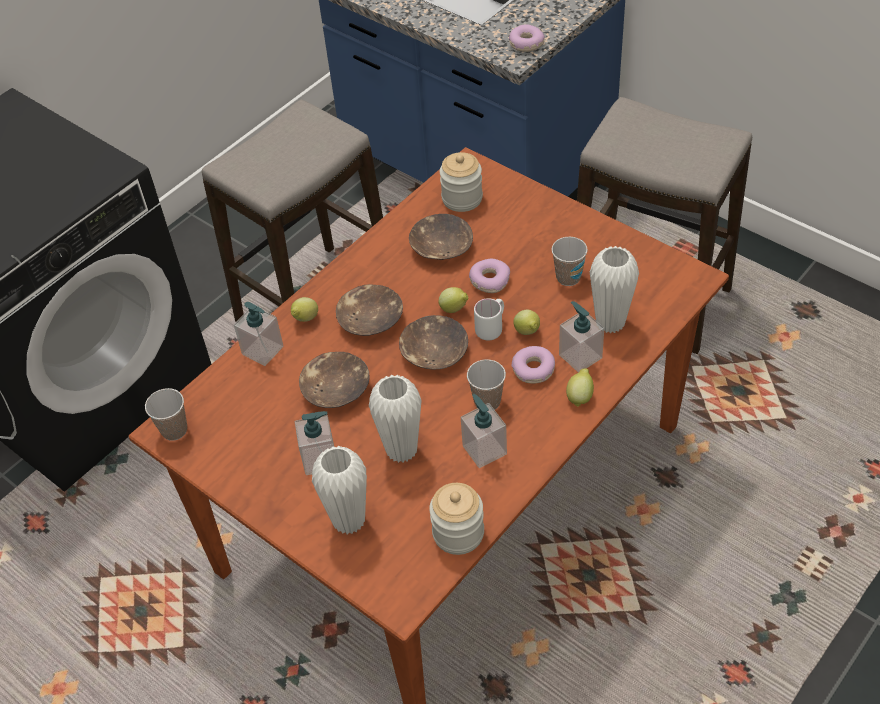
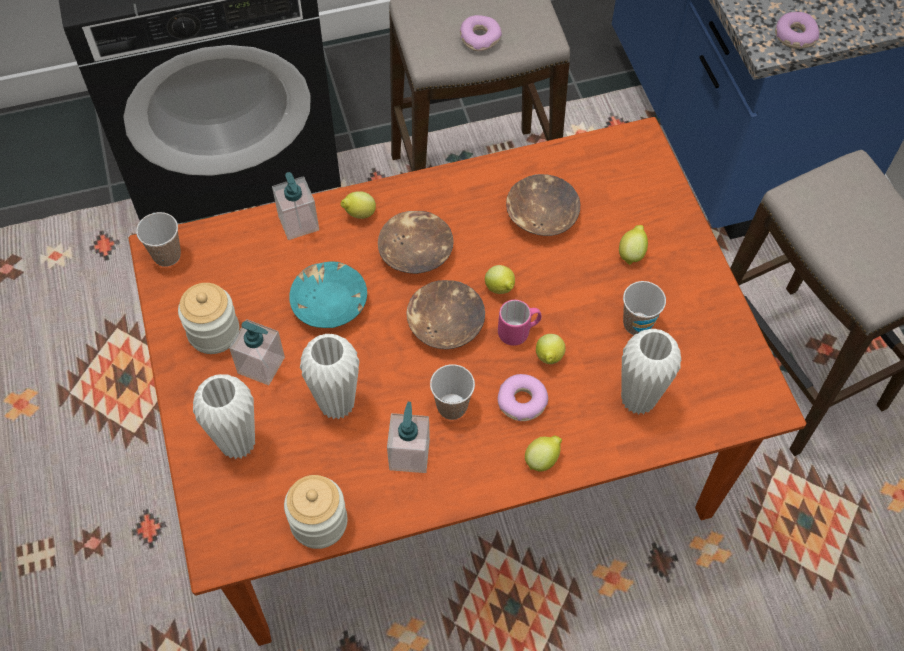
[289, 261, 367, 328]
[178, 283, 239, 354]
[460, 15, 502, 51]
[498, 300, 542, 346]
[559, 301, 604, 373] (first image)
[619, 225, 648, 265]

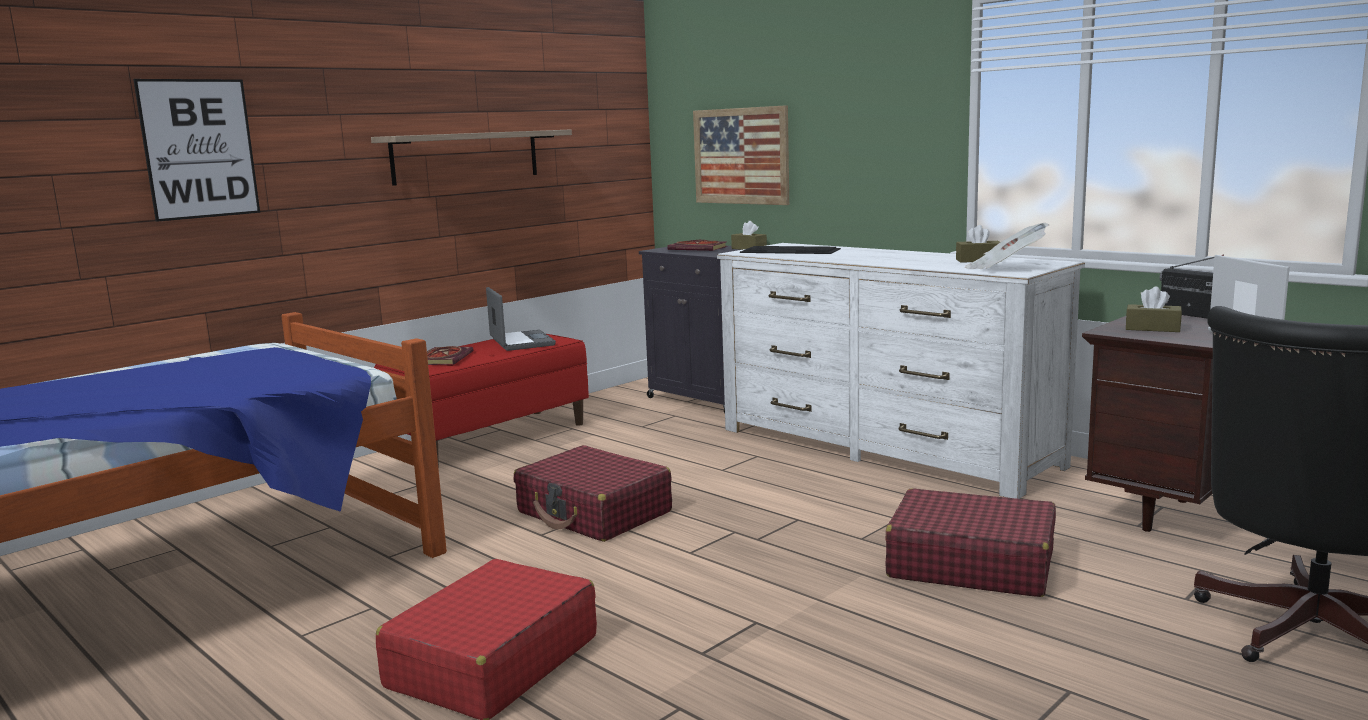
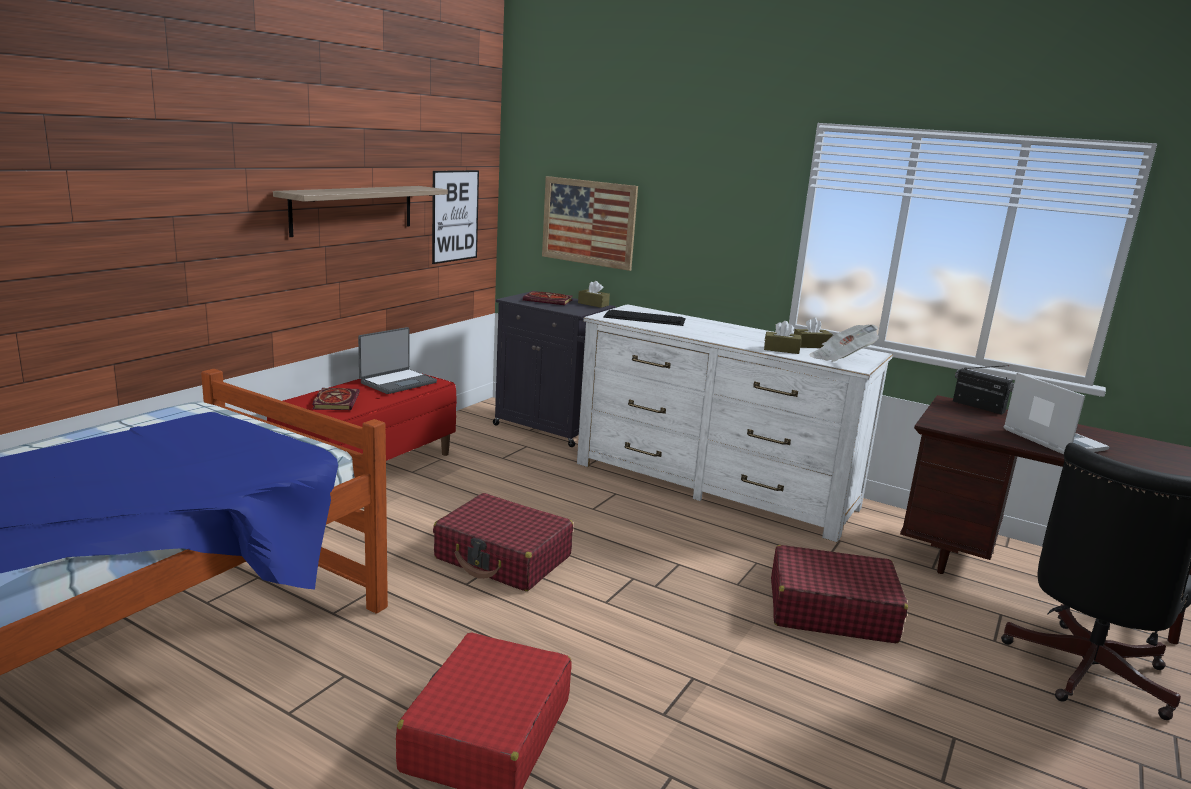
[432, 170, 479, 264]
[358, 327, 437, 394]
[764, 321, 801, 354]

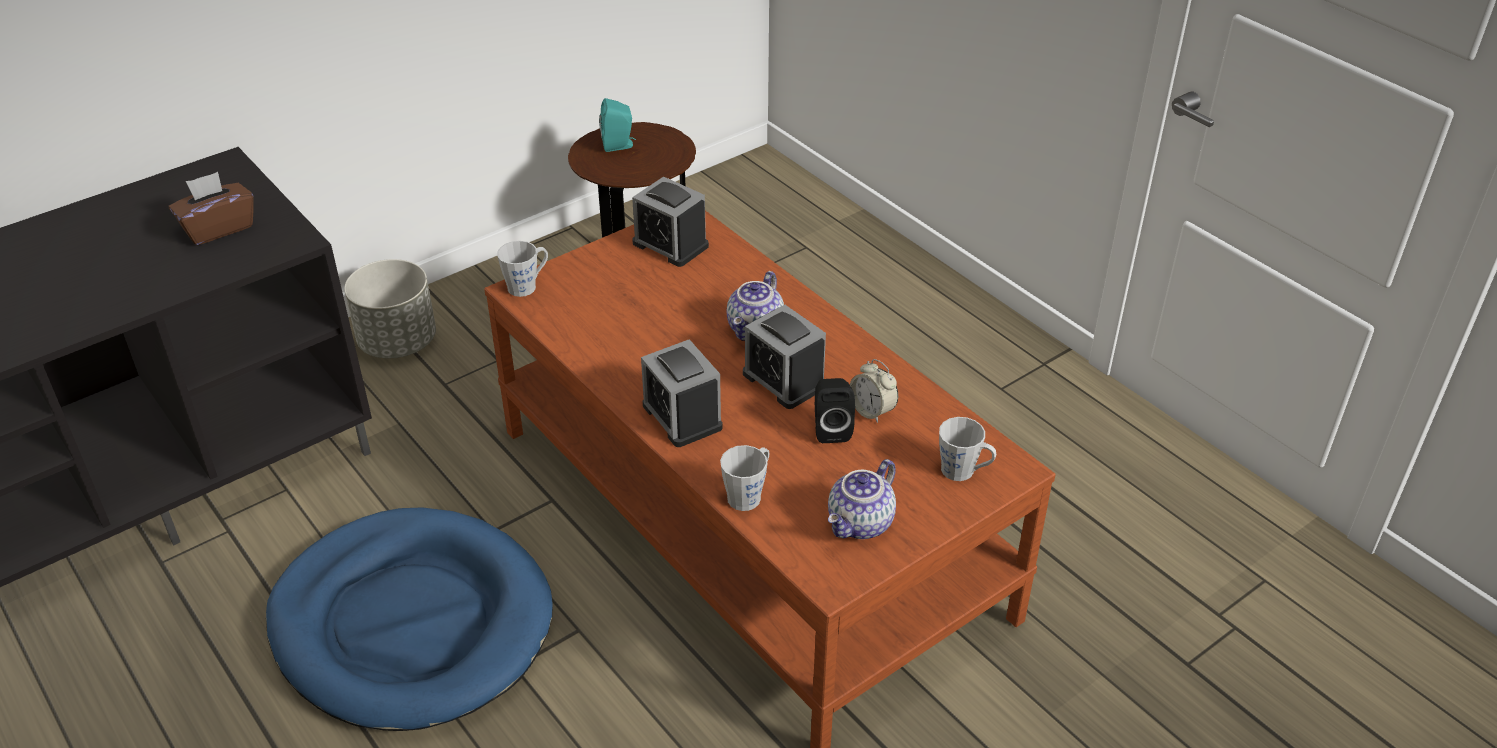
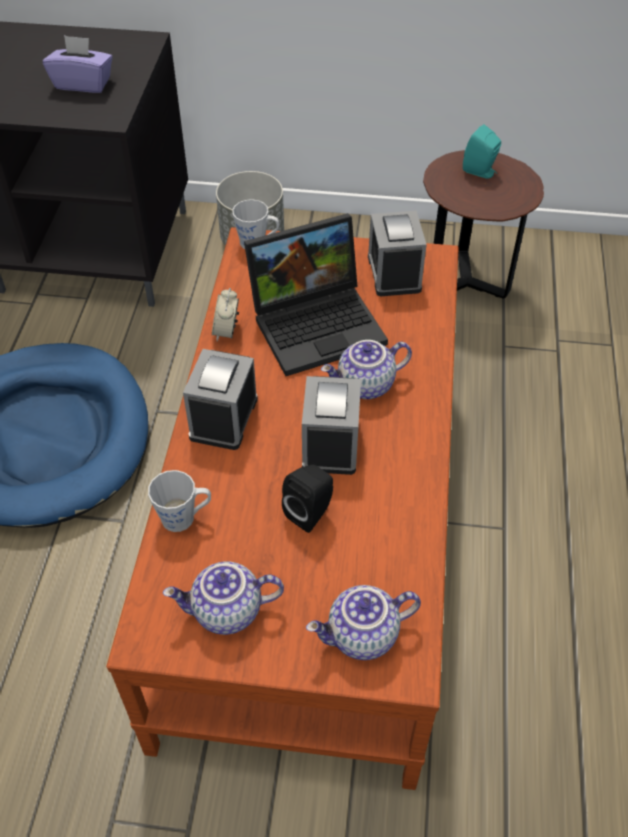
[42, 35, 113, 93]
[212, 288, 239, 341]
[306, 585, 421, 660]
[244, 213, 388, 376]

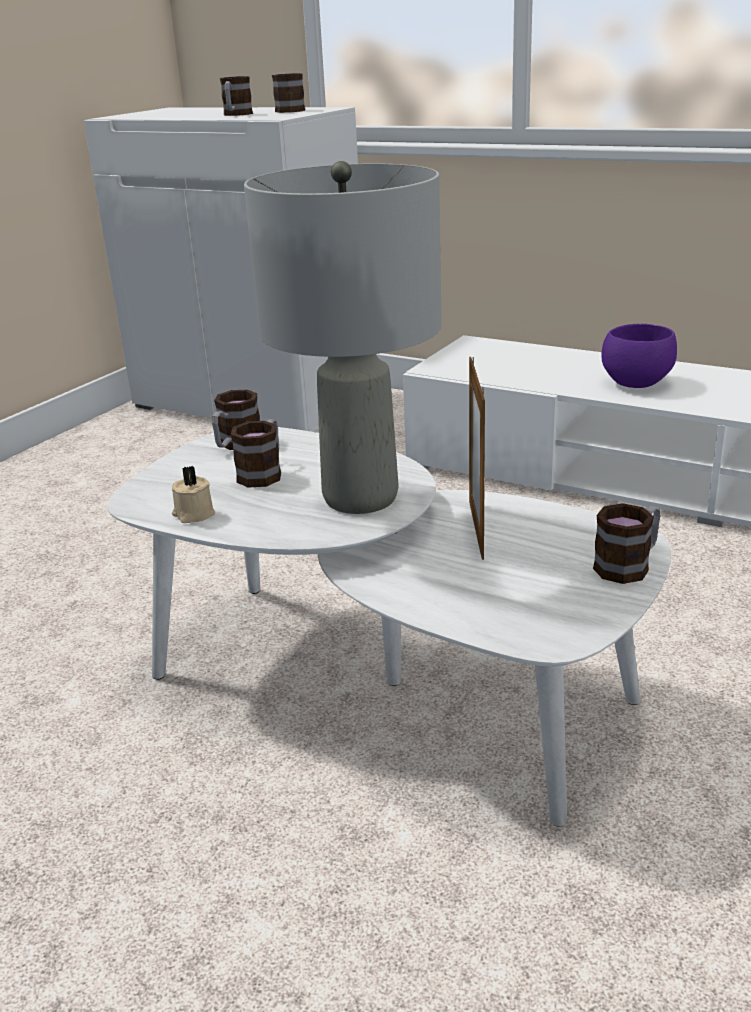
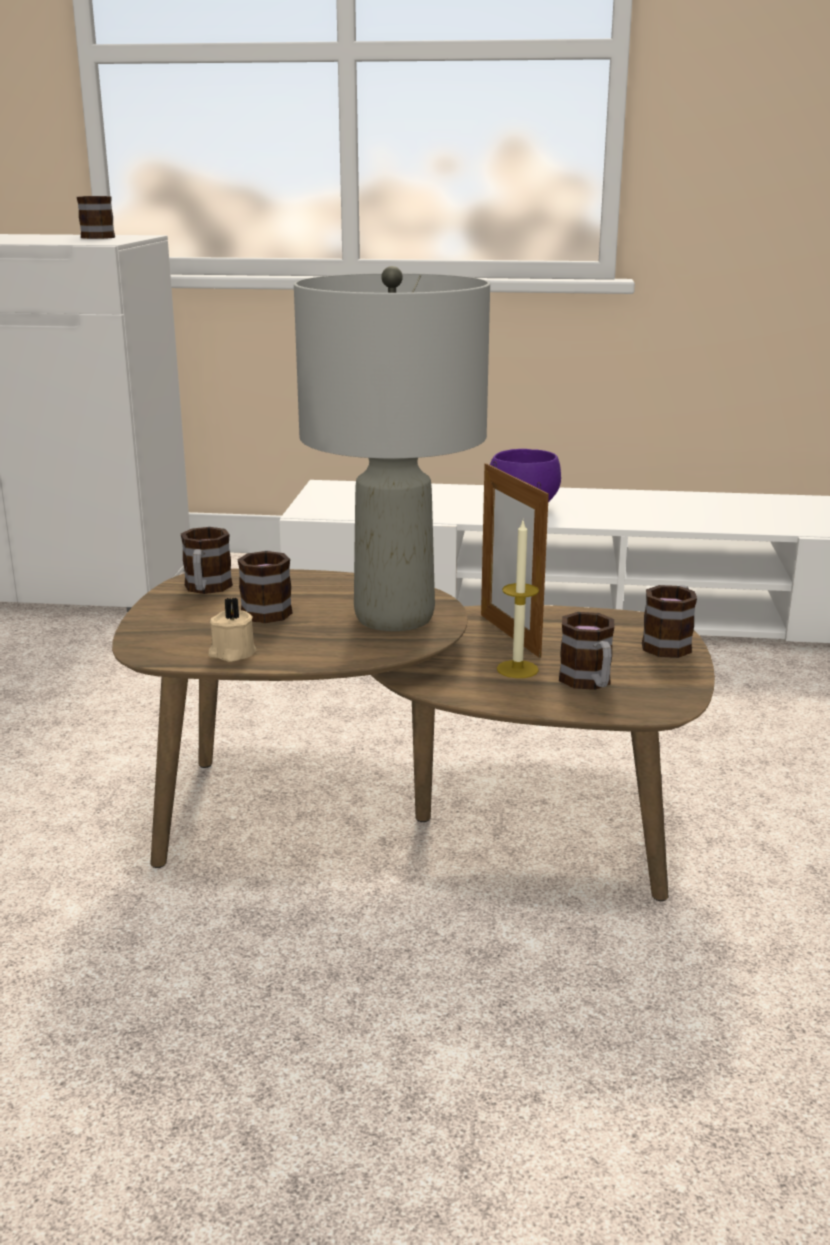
[112, 569, 715, 901]
[559, 612, 615, 690]
[497, 521, 539, 678]

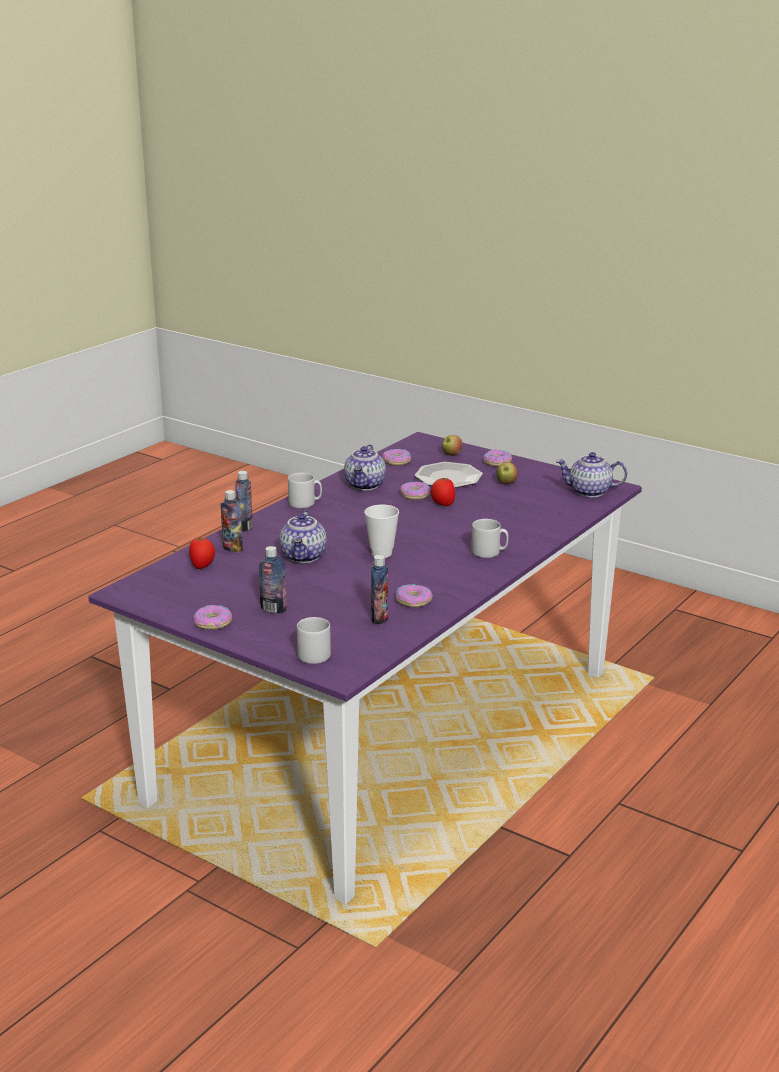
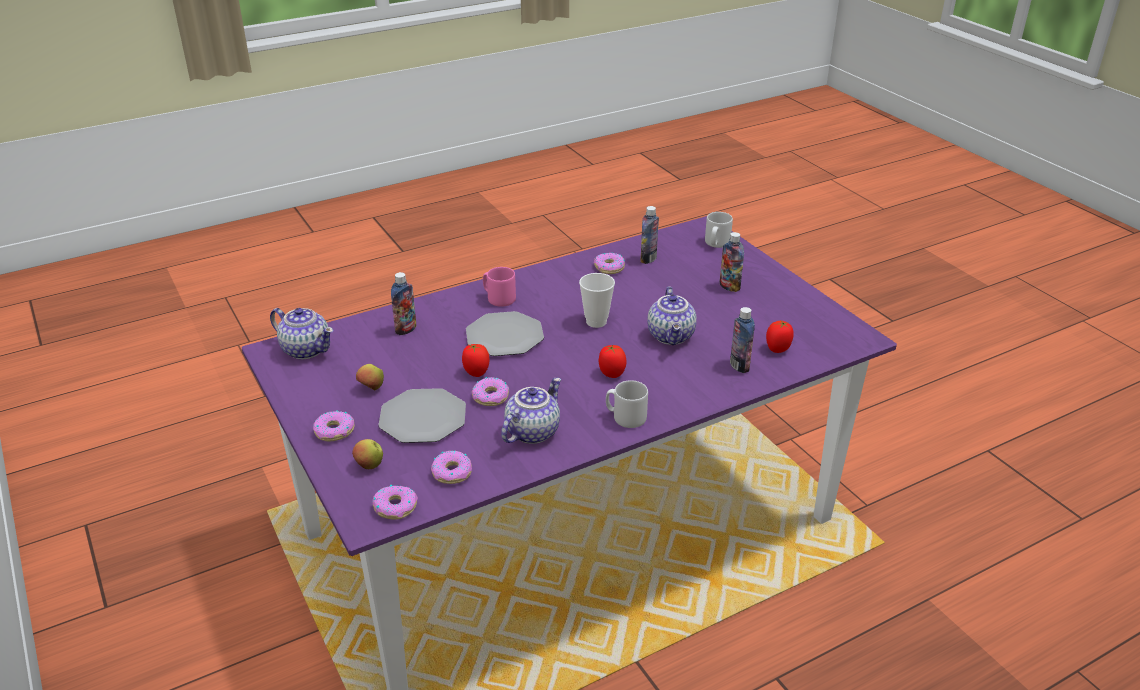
[372, 485, 418, 520]
[391, 272, 416, 335]
[647, 286, 697, 345]
[483, 267, 516, 307]
[466, 311, 544, 356]
[599, 345, 627, 378]

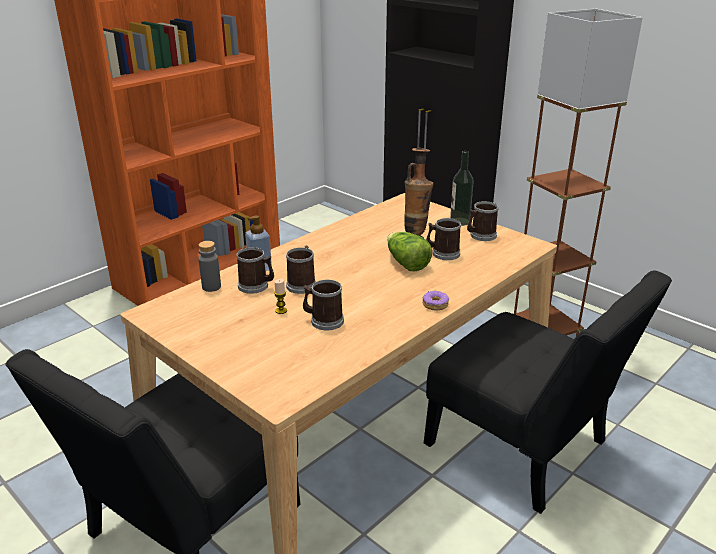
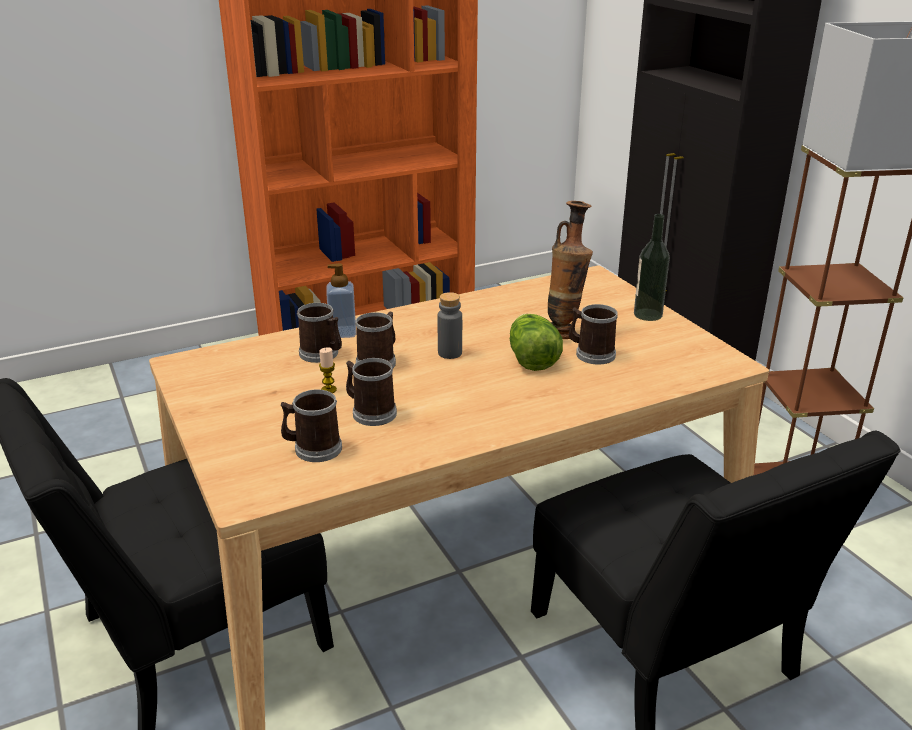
[437, 292, 462, 359]
[423, 290, 449, 311] (first image)
[281, 389, 342, 462]

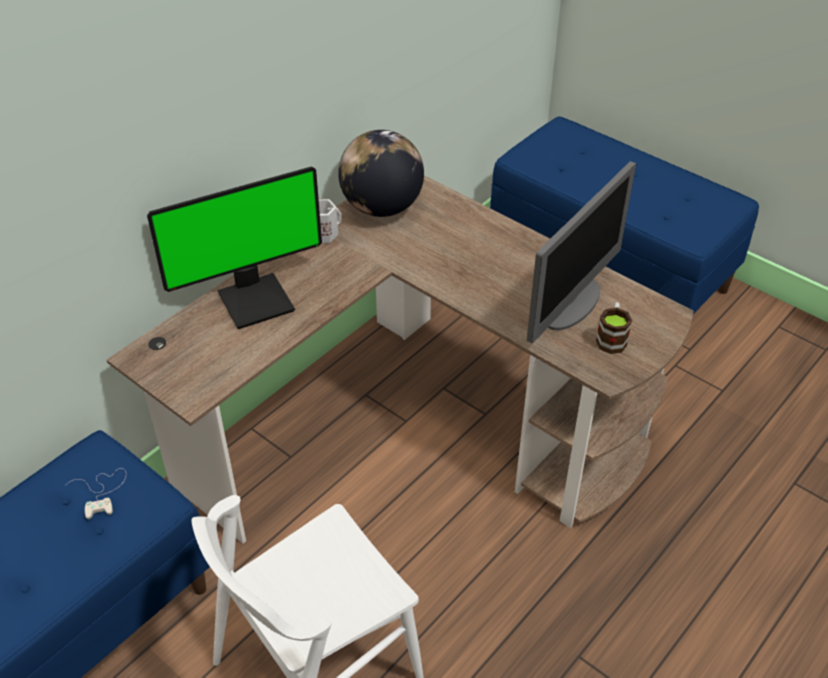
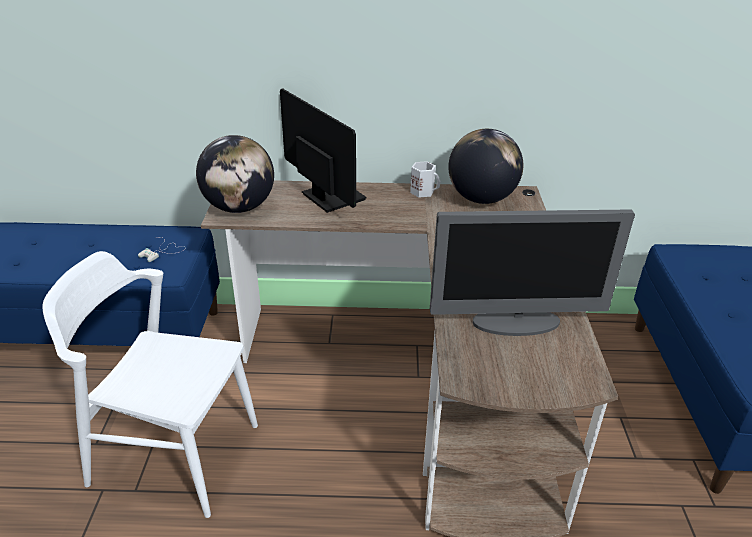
[280, 89, 367, 213]
[596, 302, 632, 354] (first image)
[196, 135, 274, 213]

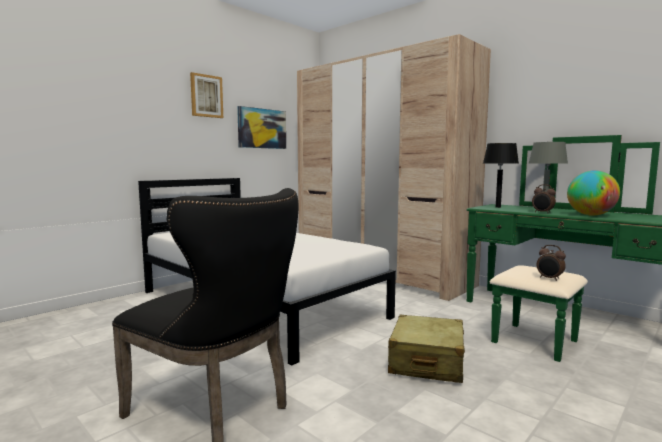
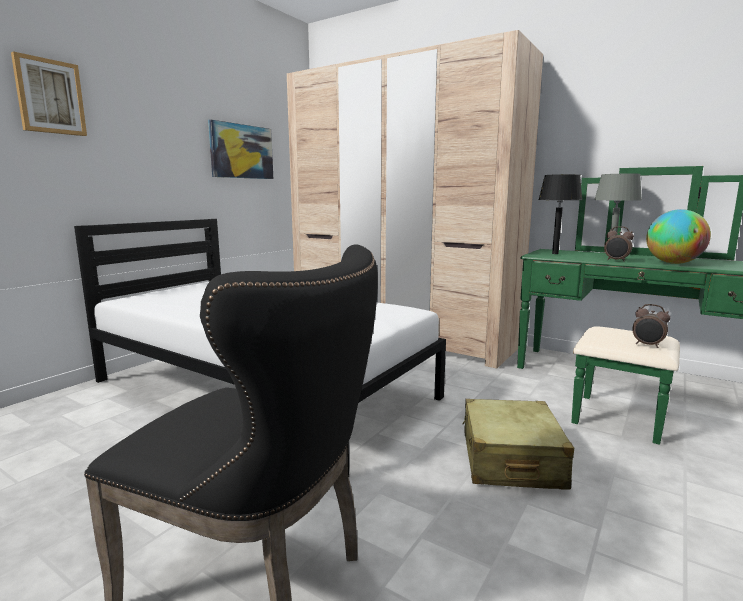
[11, 51, 87, 136]

